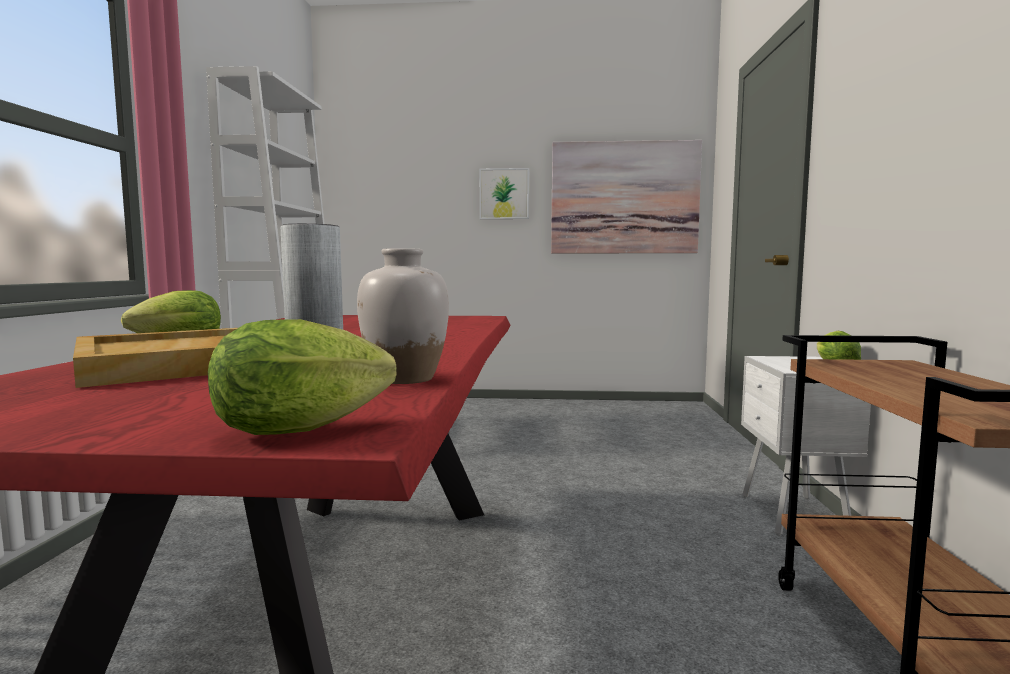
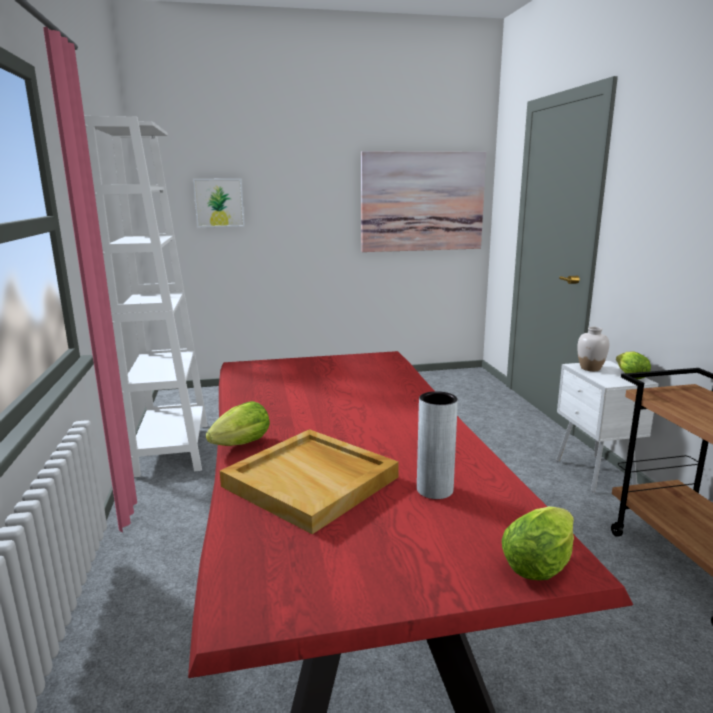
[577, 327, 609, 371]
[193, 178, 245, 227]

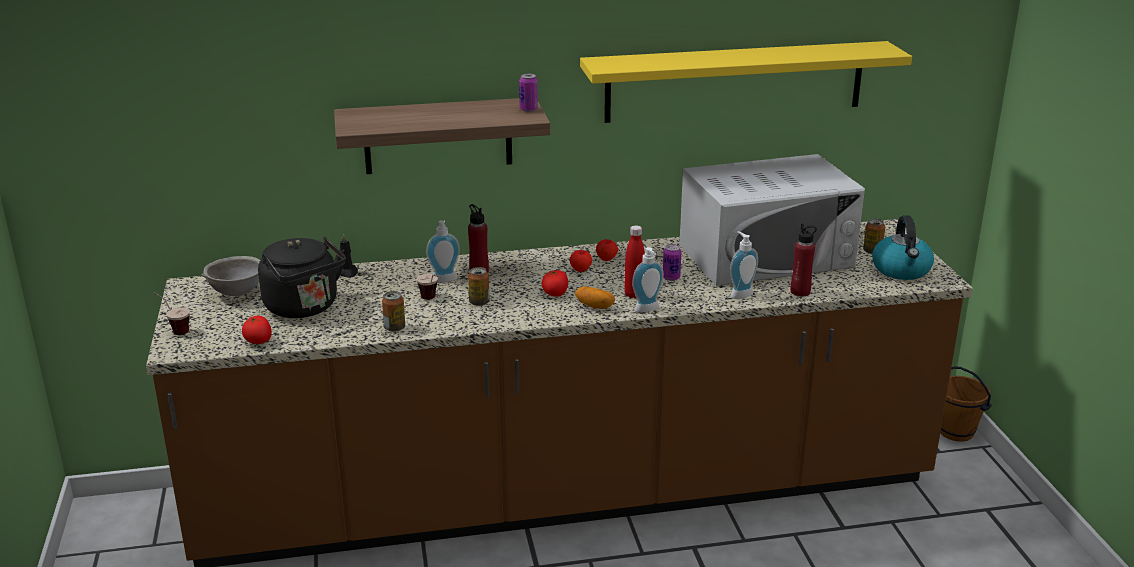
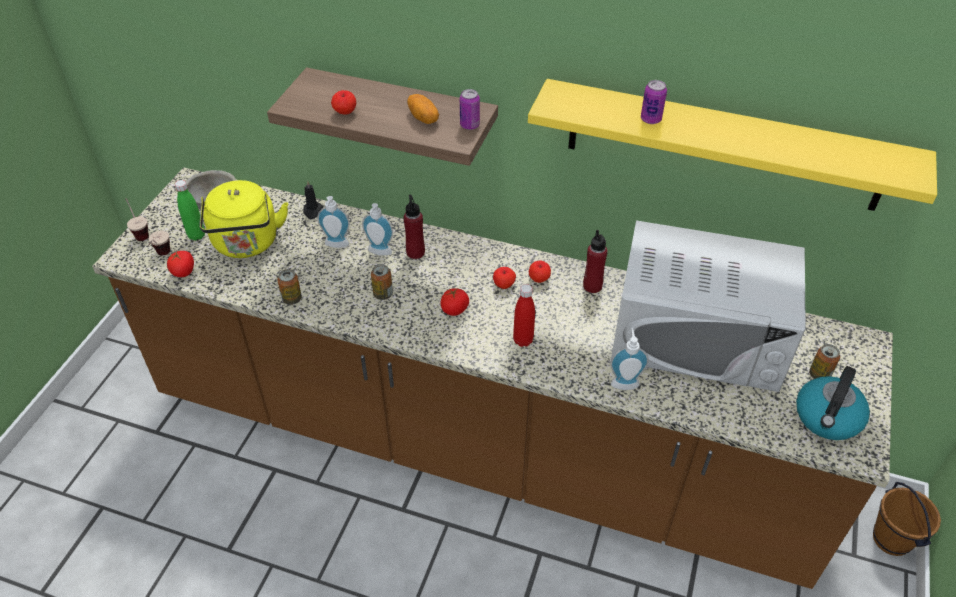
[199, 180, 288, 258]
[148, 231, 171, 256]
[407, 94, 439, 124]
[317, 196, 350, 248]
[641, 80, 667, 124]
[583, 230, 608, 293]
[175, 180, 205, 241]
[331, 90, 356, 114]

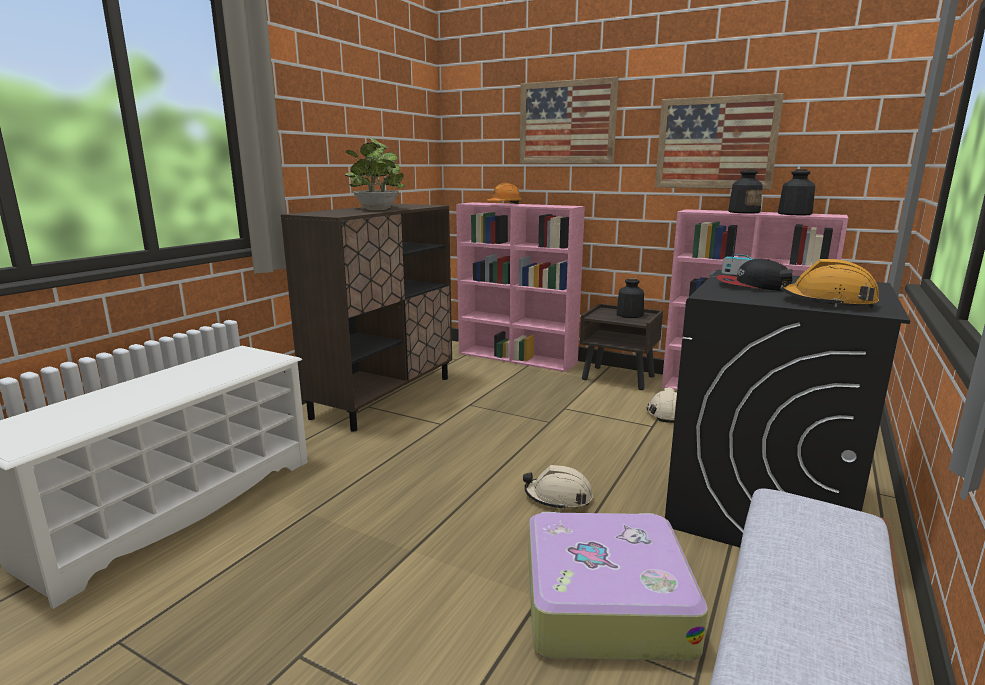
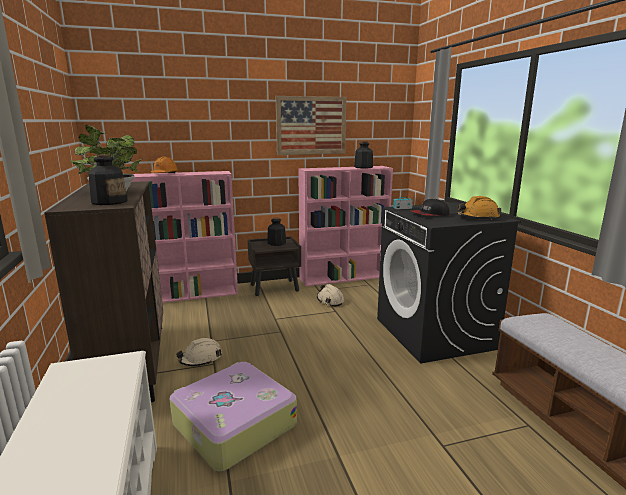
[520, 76, 619, 164] (first image)
[176, 338, 222, 366]
[170, 362, 297, 472]
[88, 154, 127, 205]

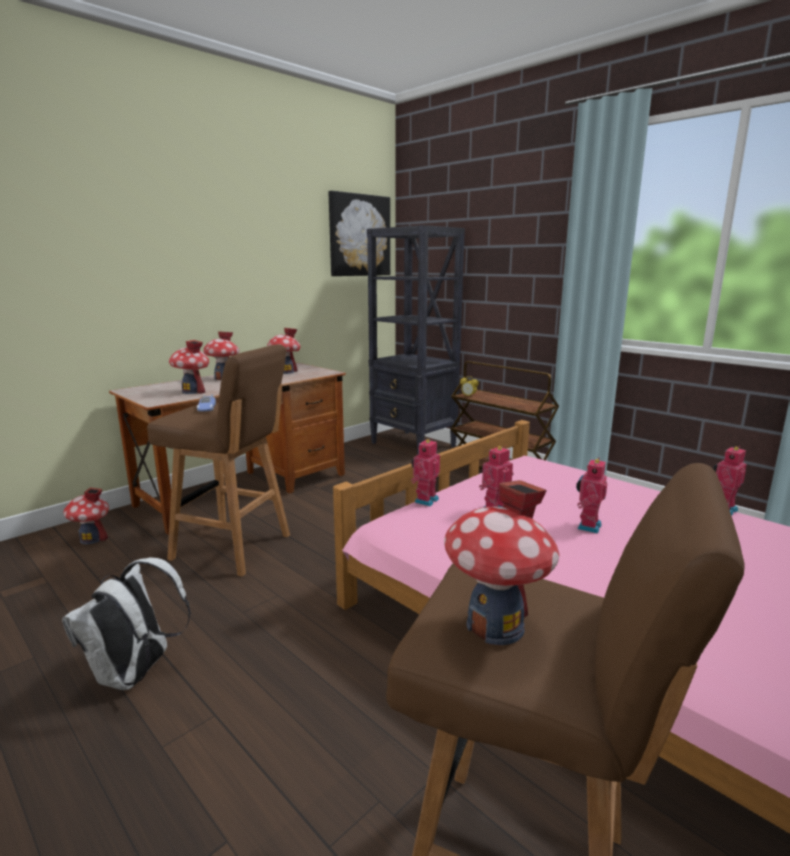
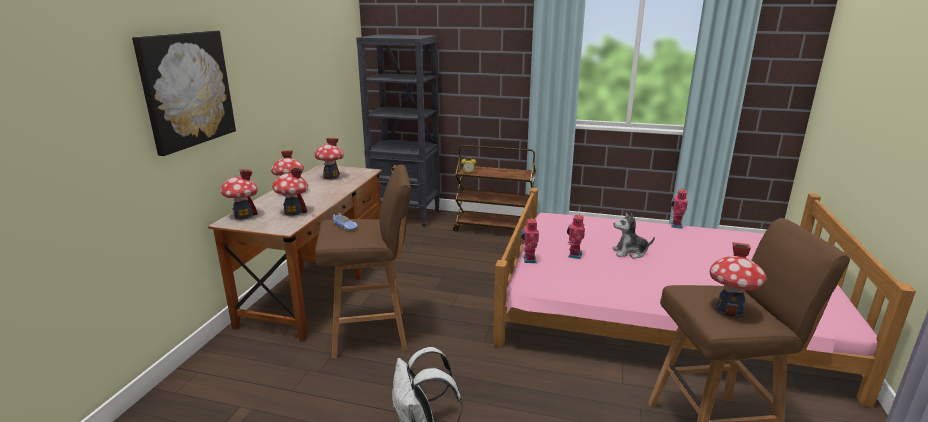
[220, 169, 258, 220]
[132, 31, 236, 156]
[612, 213, 655, 259]

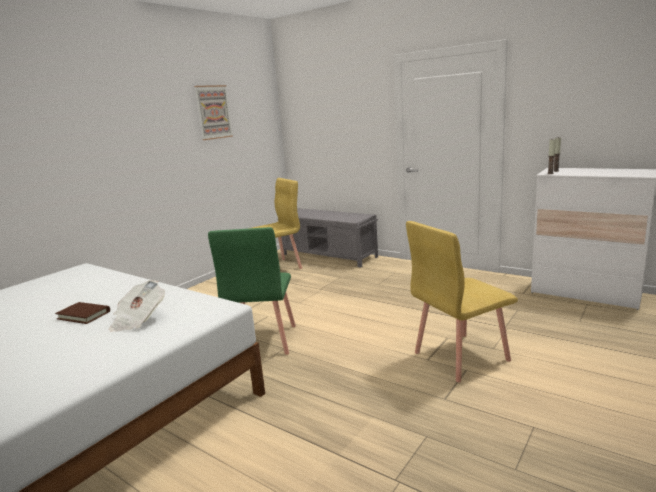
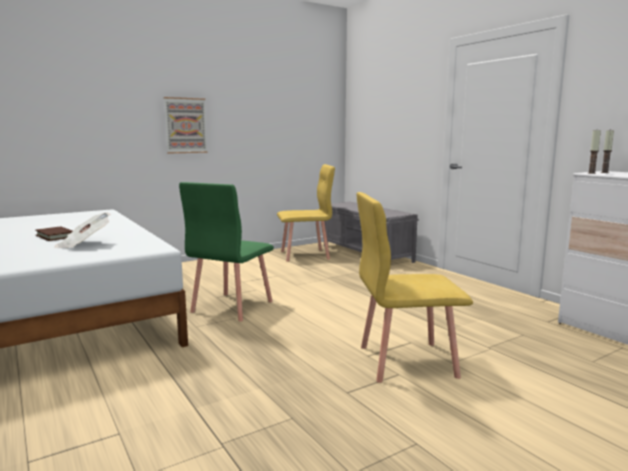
[164, 97, 208, 154]

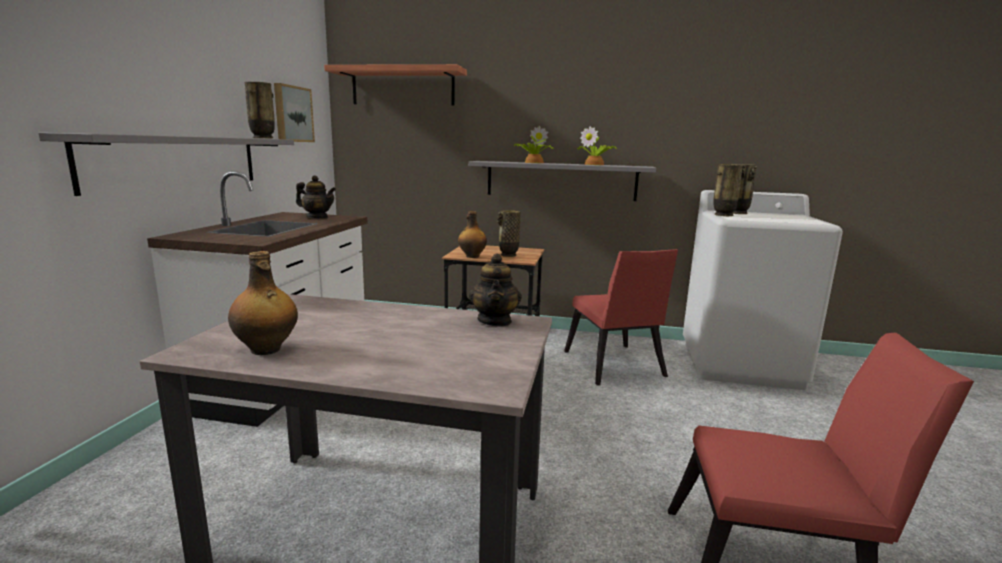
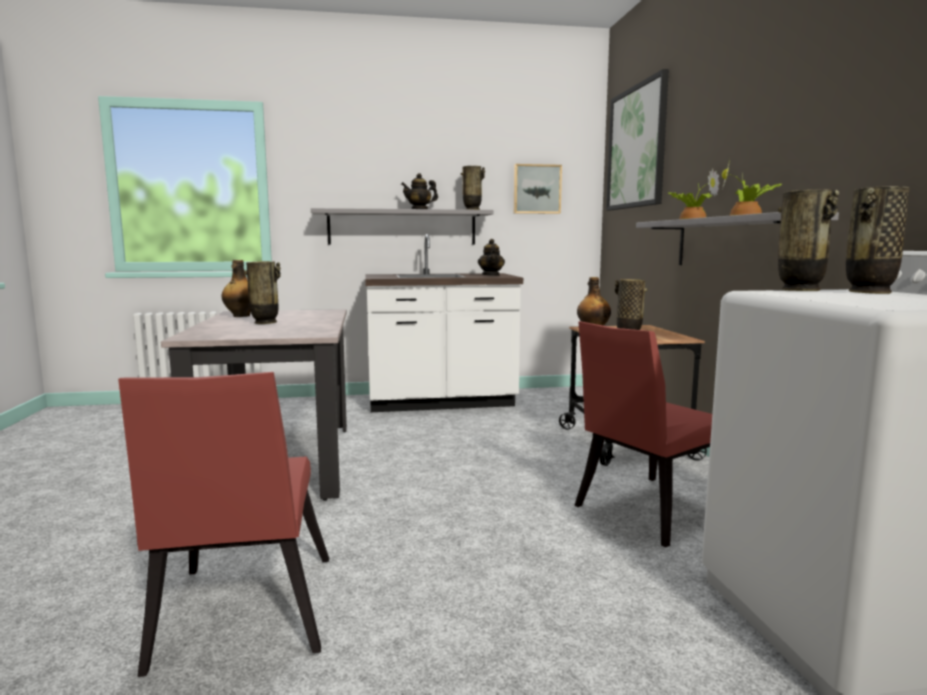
[606, 69, 669, 210]
[401, 173, 438, 209]
[244, 261, 281, 324]

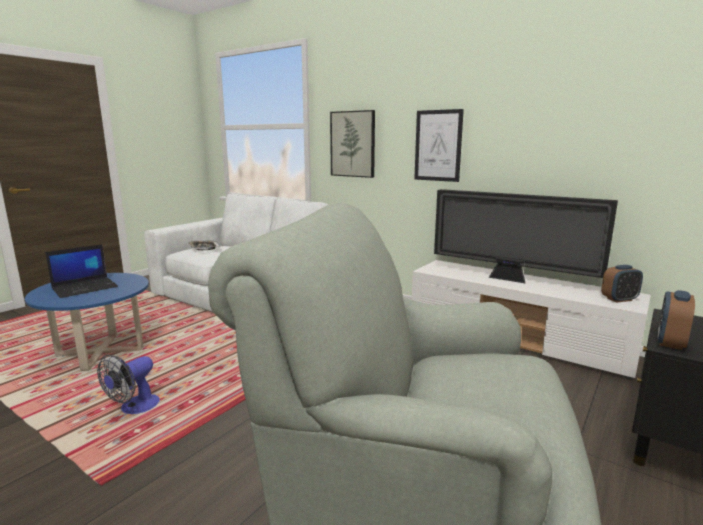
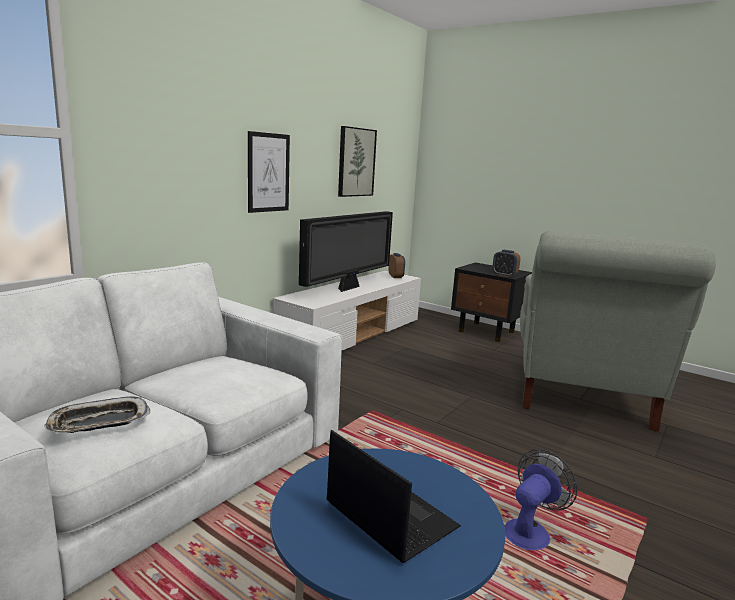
[504, 449, 578, 550]
[338, 126, 377, 197]

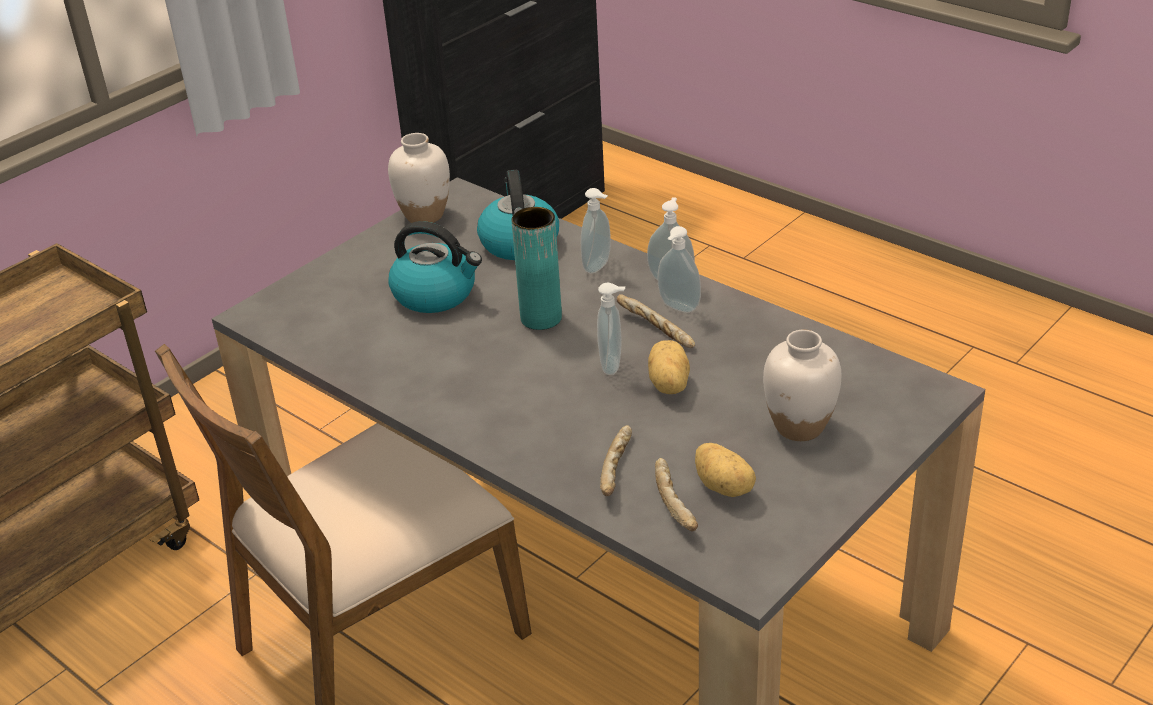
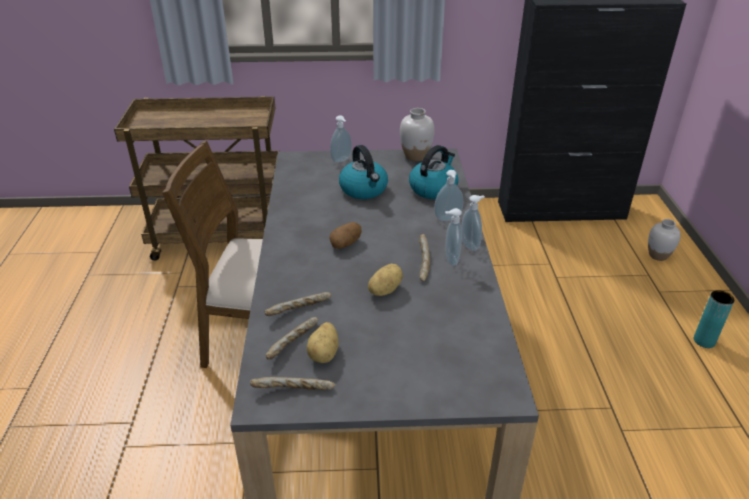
[693, 290, 734, 348]
[330, 115, 352, 163]
[648, 219, 681, 261]
[250, 377, 335, 390]
[330, 222, 361, 249]

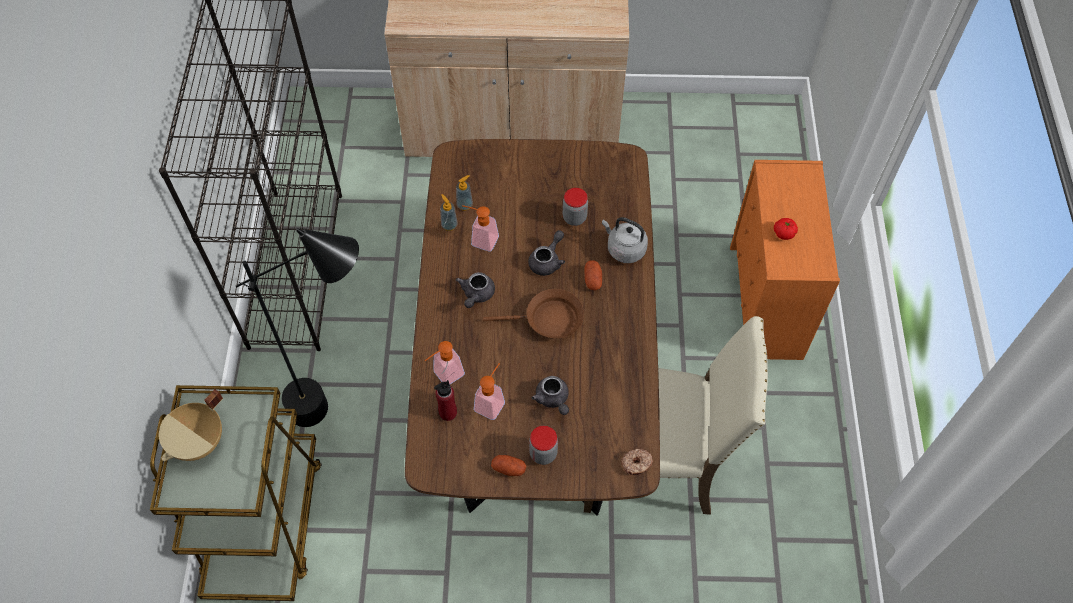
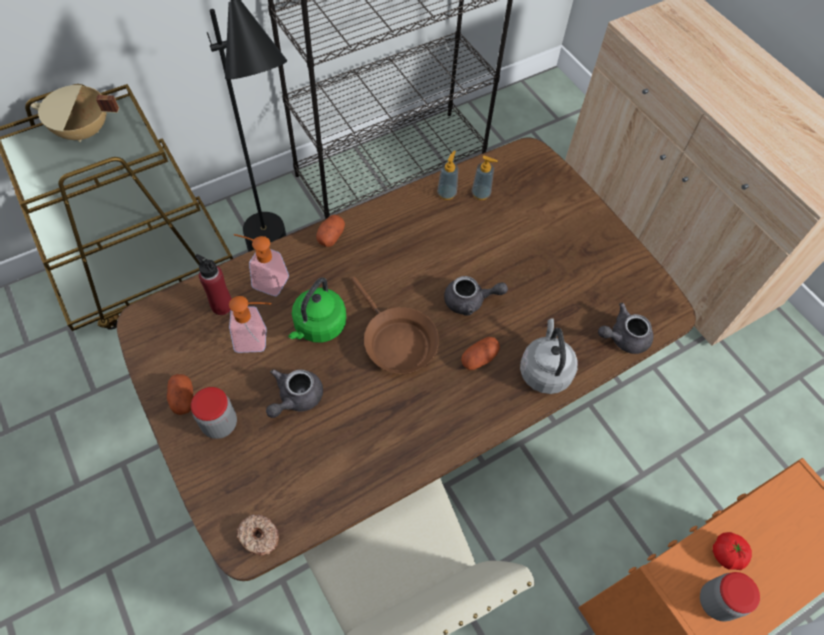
[598, 303, 653, 354]
[462, 205, 499, 252] (first image)
[700, 572, 760, 622]
[288, 277, 346, 343]
[316, 214, 345, 247]

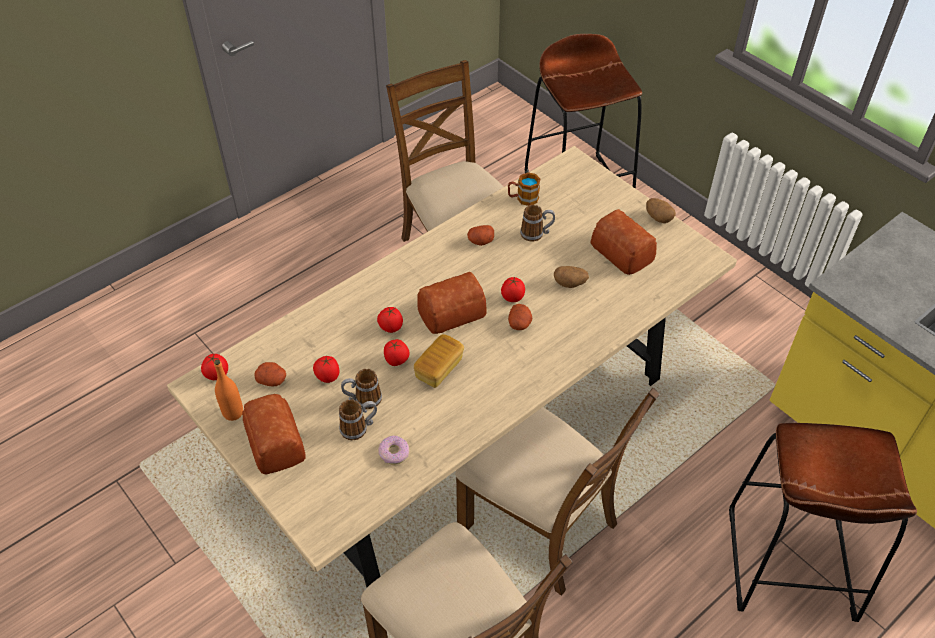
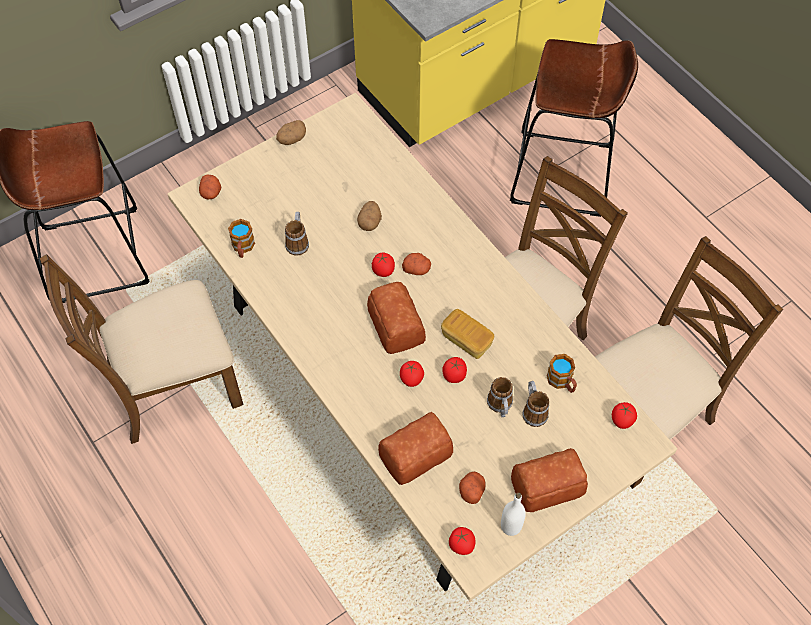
[501, 493, 526, 536]
[612, 402, 637, 429]
[547, 354, 577, 393]
[199, 174, 221, 199]
[378, 412, 453, 485]

